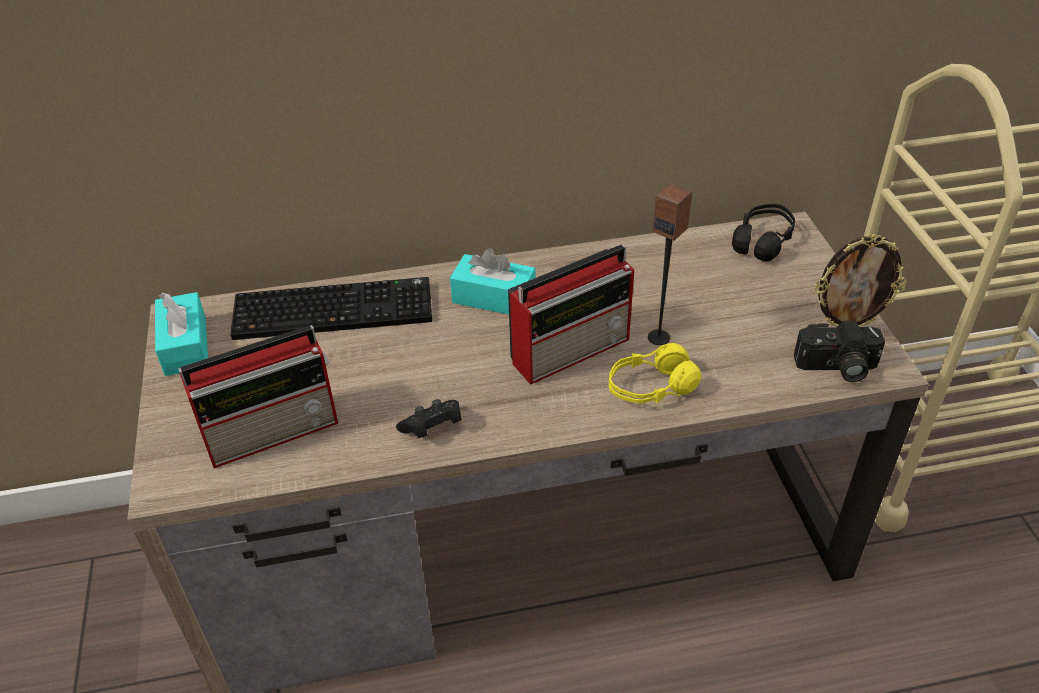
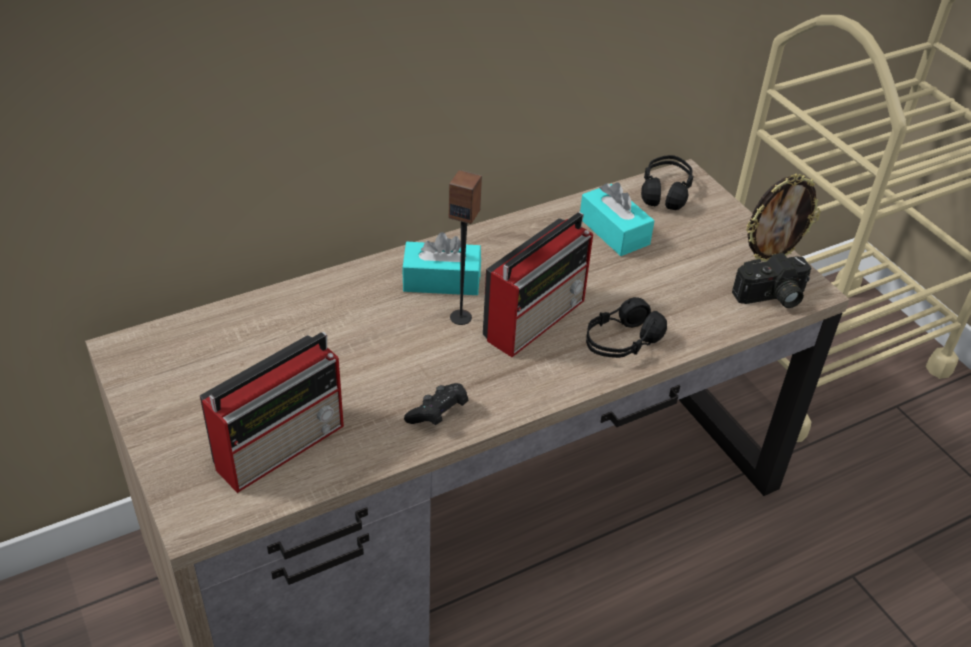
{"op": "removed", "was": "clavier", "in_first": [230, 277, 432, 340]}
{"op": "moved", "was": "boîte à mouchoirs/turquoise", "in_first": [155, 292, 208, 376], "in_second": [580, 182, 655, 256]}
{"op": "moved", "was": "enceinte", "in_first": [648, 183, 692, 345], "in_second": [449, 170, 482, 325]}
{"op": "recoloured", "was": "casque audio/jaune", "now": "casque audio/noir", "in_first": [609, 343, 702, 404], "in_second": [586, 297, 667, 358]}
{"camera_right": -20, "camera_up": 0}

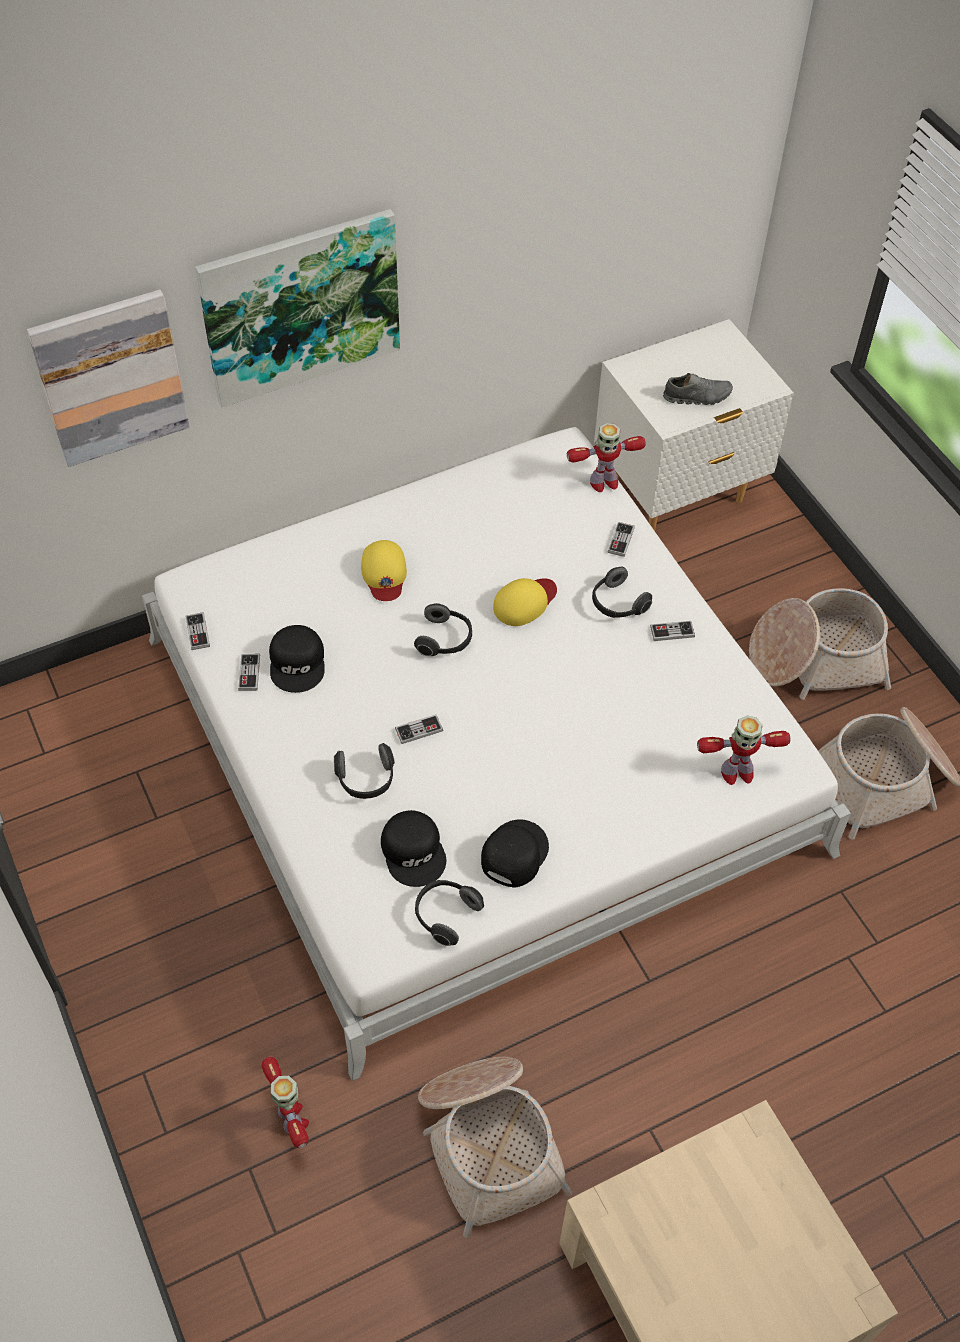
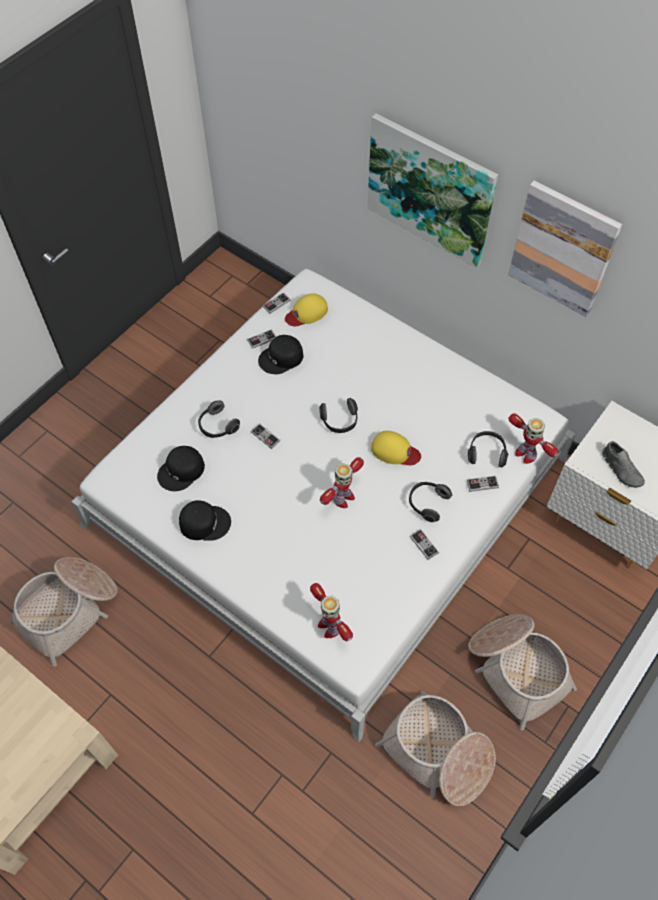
{"op": "moved", "was": "tableau", "in_first": [27, 290, 190, 467], "in_second": [508, 180, 622, 317]}
{"op": "moved", "was": "robot jouet", "in_first": [262, 1057, 309, 1148], "in_second": [320, 457, 364, 508]}
{"op": "moved", "was": "casquette/jaune", "in_first": [361, 540, 407, 601], "in_second": [285, 293, 328, 326]}
{"op": "moved", "was": "casque audio", "in_first": [415, 880, 484, 946], "in_second": [468, 431, 508, 468]}
{"camera_right": 65, "camera_up": 5}

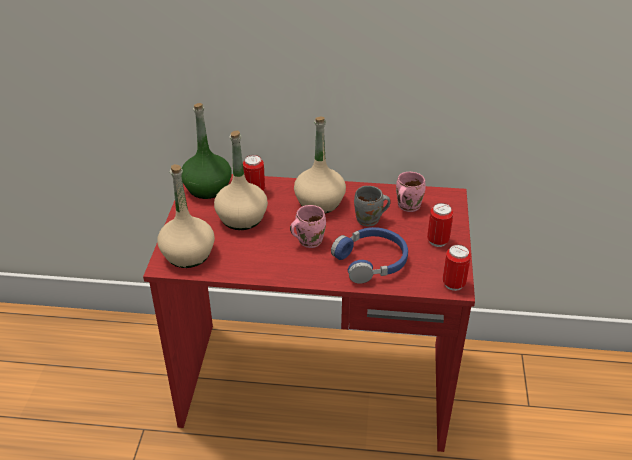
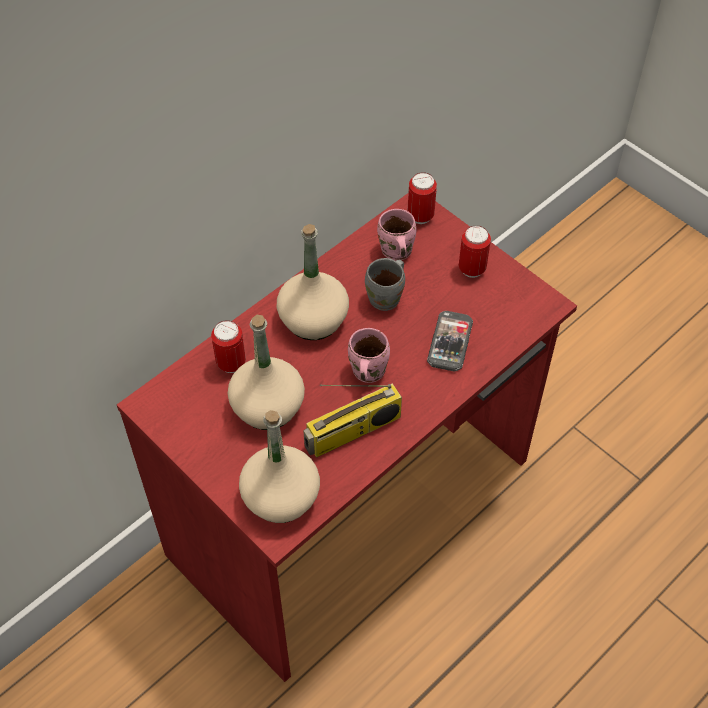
{"op": "removed", "was": "bouteille/vert", "in_first": [181, 103, 232, 199]}
{"op": "added", "now": "radio", "in_second": [304, 384, 402, 458]}
{"op": "moved", "was": "boîte métallique", "in_first": [442, 244, 471, 291], "in_second": [408, 172, 437, 224]}
{"op": "replaced", "was": "casque audio/bleu", "now": "téléphone", "in_first": [331, 227, 408, 284], "in_second": [427, 311, 473, 372]}
{"camera_right": -50, "camera_up": 15}

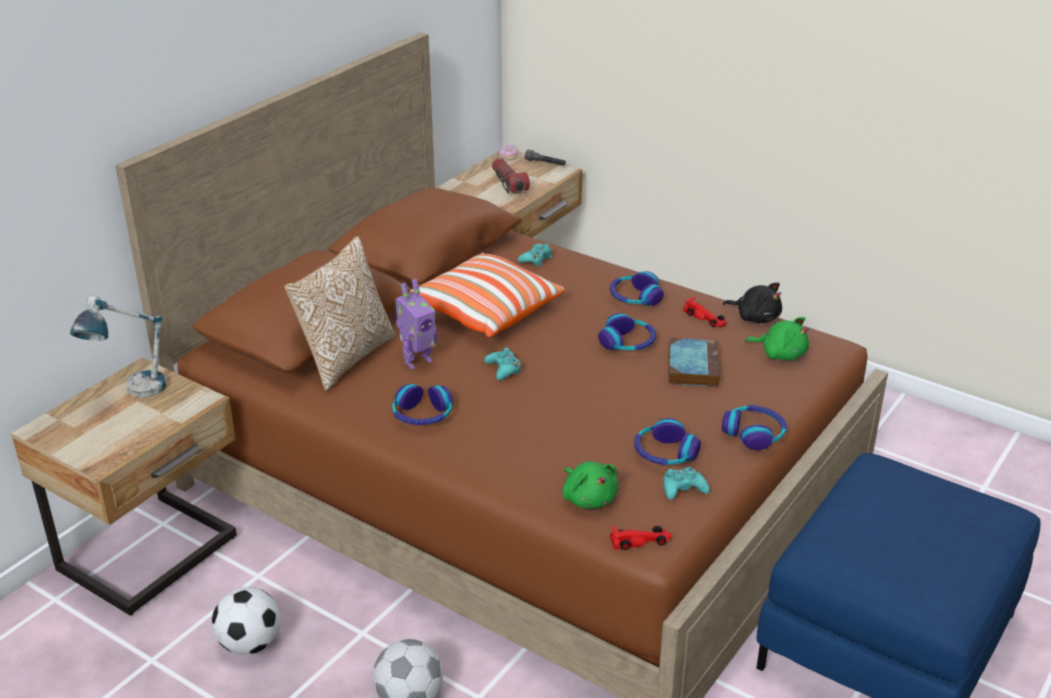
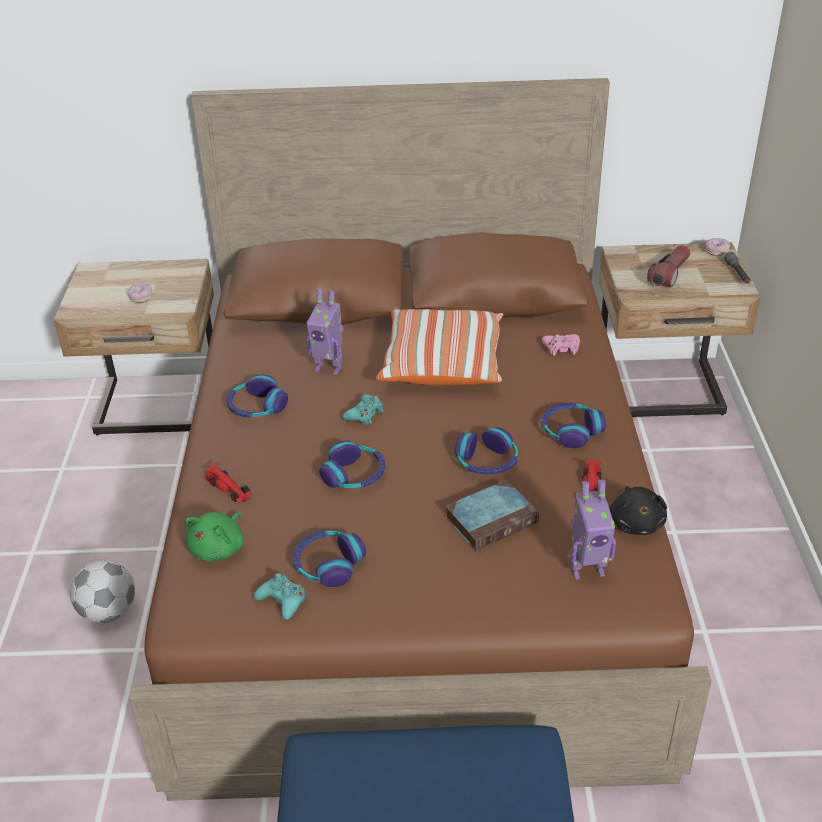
{"op": "removed", "was": "lampe de table", "in_first": [70, 296, 166, 398]}
{"op": "removed", "was": "ballon de foot", "in_first": [212, 587, 280, 655]}
{"op": "removed", "was": "coussin", "in_first": [285, 236, 396, 391]}
{"op": "added", "now": "beignet", "in_second": [128, 283, 153, 303]}
{"op": "moved", "was": "petite voiture/rouge", "in_first": [610, 526, 671, 550], "in_second": [205, 462, 252, 502]}
{"op": "moved", "was": "casque audio", "in_first": [722, 405, 787, 450], "in_second": [319, 440, 385, 488]}
{"op": "replaced", "was": "peluche/vert", "now": "robot jouet", "in_first": [745, 317, 809, 360], "in_second": [570, 480, 616, 580]}
{"op": "recoloured", "was": "manette/turquoise", "now": "manette/rose", "in_first": [518, 244, 552, 266], "in_second": [542, 334, 580, 356]}
{"camera_right": 55, "camera_up": 5}

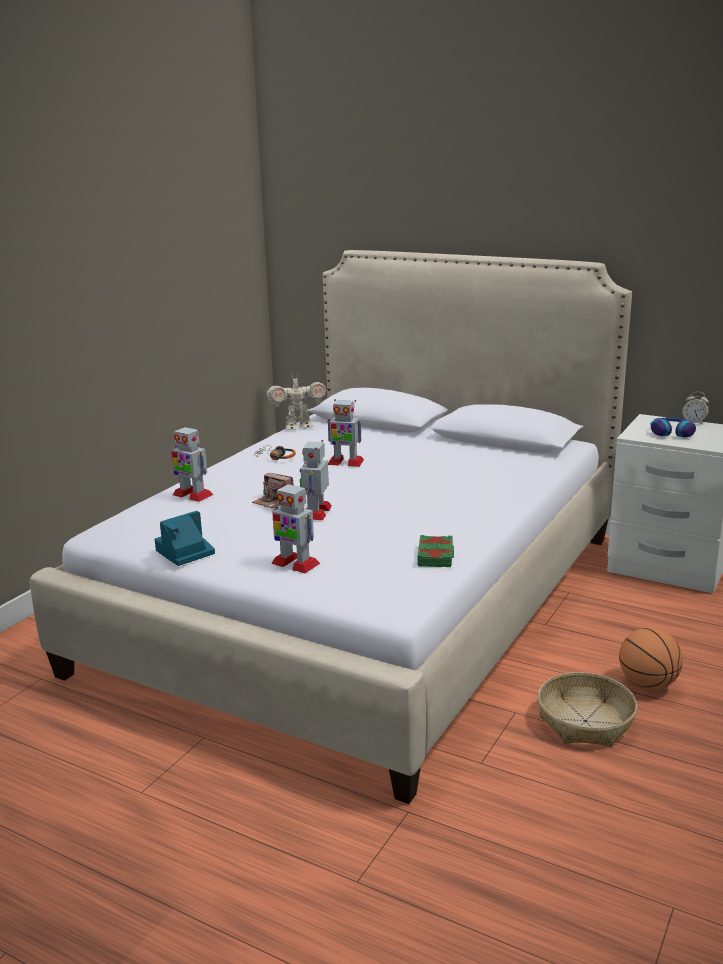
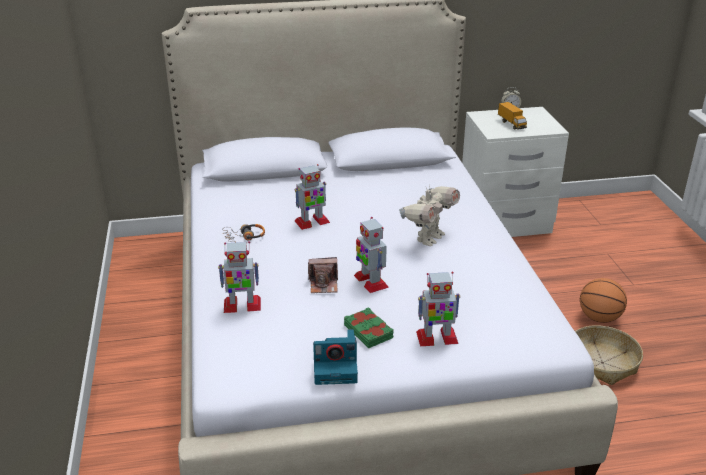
{"op": "moved", "was": "robot jouet", "in_first": [266, 376, 326, 430], "in_second": [399, 185, 460, 246]}
{"op": "moved", "was": "livre/vert", "in_first": [417, 535, 454, 567], "in_second": [344, 307, 394, 348]}
{"op": "replaced", "was": "casque audio", "now": "camion jouet", "in_first": [650, 418, 696, 438], "in_second": [498, 102, 527, 130]}
{"op": "turned", "was": "appareil photo", "in_first": [154, 511, 215, 566], "in_second": [313, 329, 358, 385], "clockwise": -105}
{"camera_right": -40, "camera_up": 10}

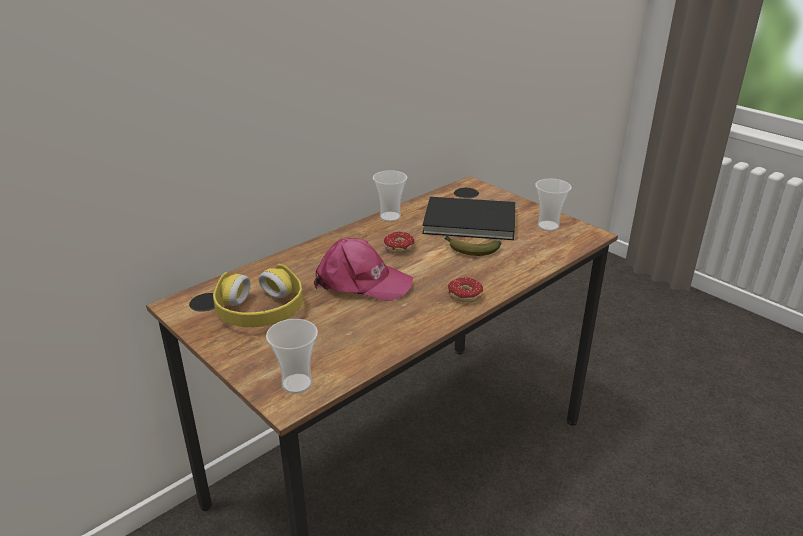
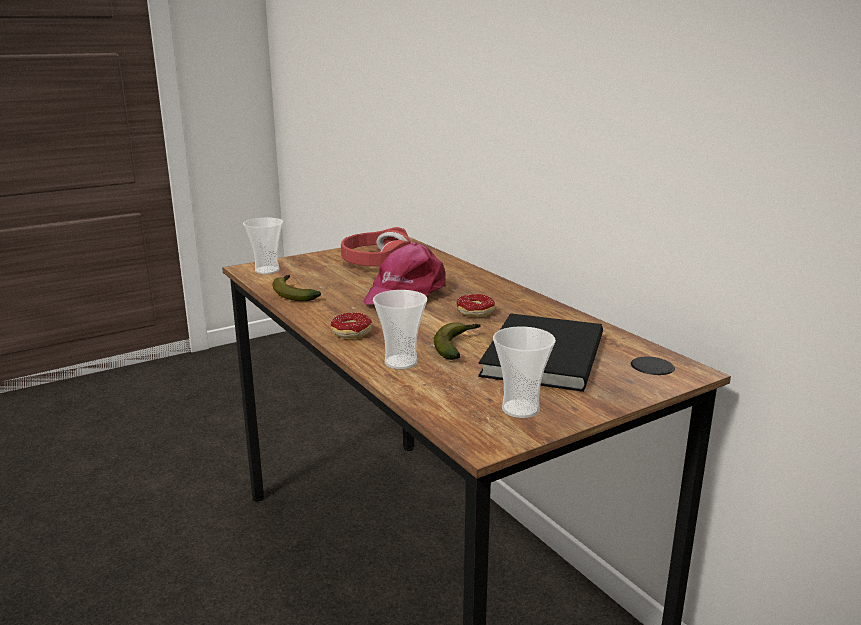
{"op": "added", "now": "banane", "in_second": [272, 275, 321, 301]}
{"op": "moved", "was": "tasse", "in_first": [373, 170, 407, 222], "in_second": [373, 290, 427, 369]}
{"op": "recoloured", "was": "casque audio/jaune", "now": "casque audio/rouge", "in_first": [213, 264, 303, 327], "in_second": [341, 227, 411, 266]}
{"camera_right": 100, "camera_up": -10}

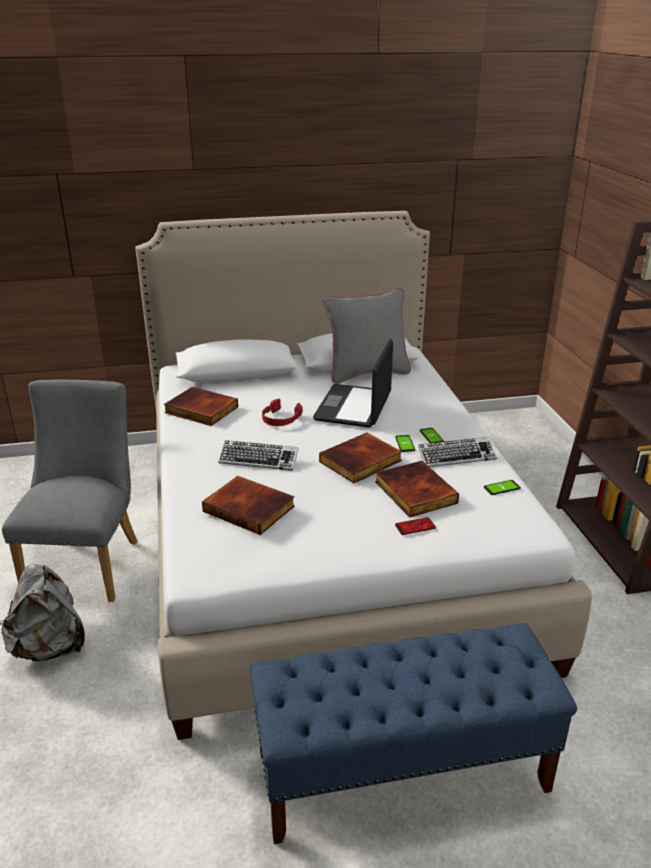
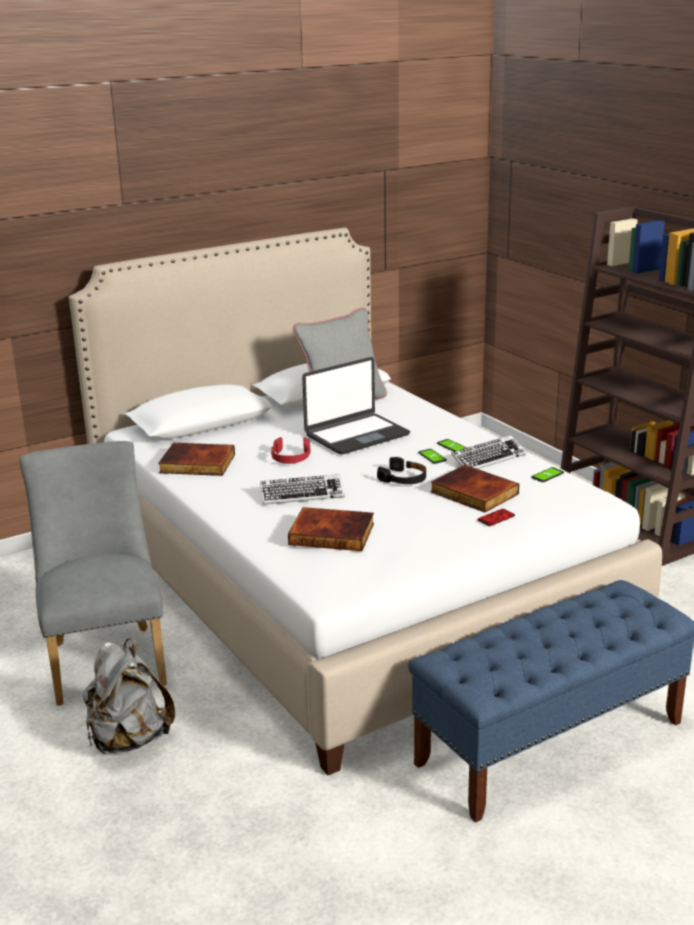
{"op": "replaced", "was": "livre", "now": "casque audio/noir", "in_first": [319, 433, 402, 483], "in_second": [377, 457, 426, 484]}
{"op": "turned", "was": "ordinateur portable", "in_first": [313, 339, 393, 427], "in_second": [302, 357, 410, 454], "clockwise": -120}
{"camera_right": -20, "camera_up": -5}

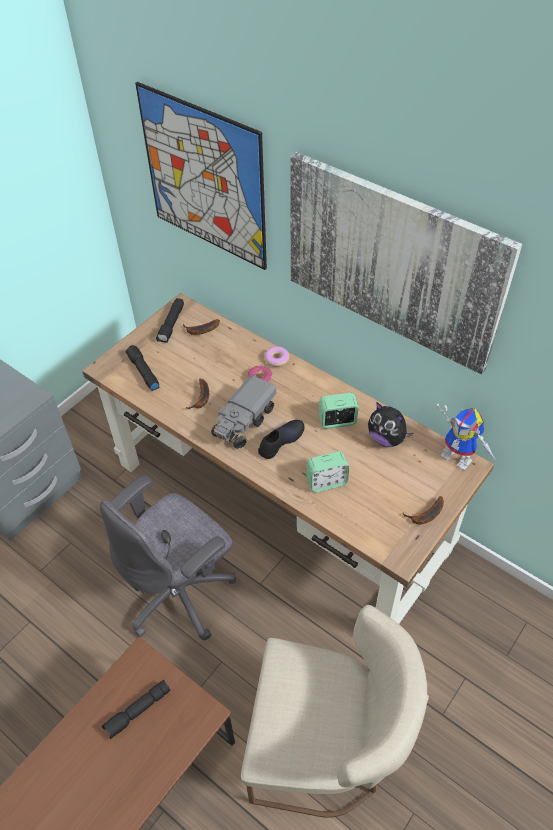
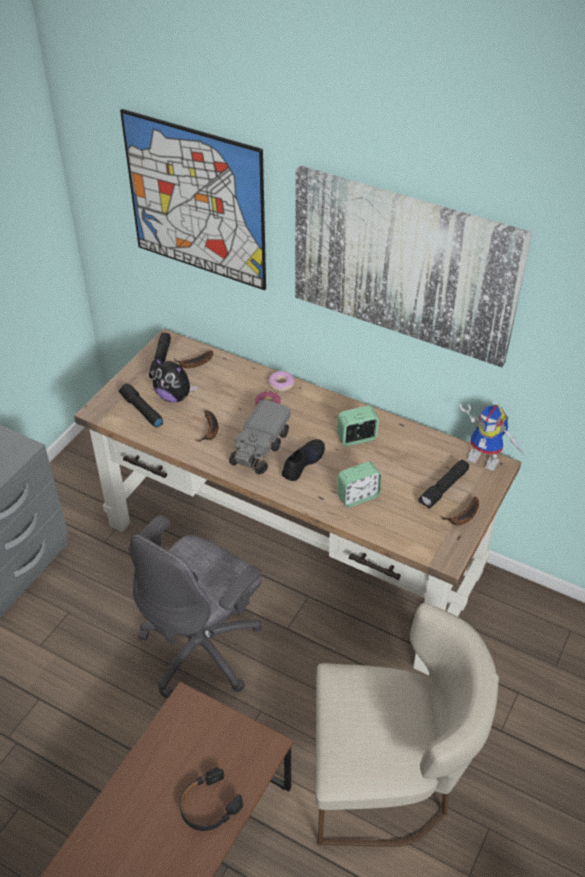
{"op": "added", "now": "casque audio/noir", "in_second": [180, 768, 243, 831]}
{"op": "moved", "was": "lampe de poche/noir", "in_first": [102, 680, 170, 739], "in_second": [419, 460, 469, 509]}
{"op": "moved", "was": "peluche", "in_first": [368, 402, 413, 447], "in_second": [153, 358, 197, 403]}
{"camera_right": -10, "camera_up": -5}

